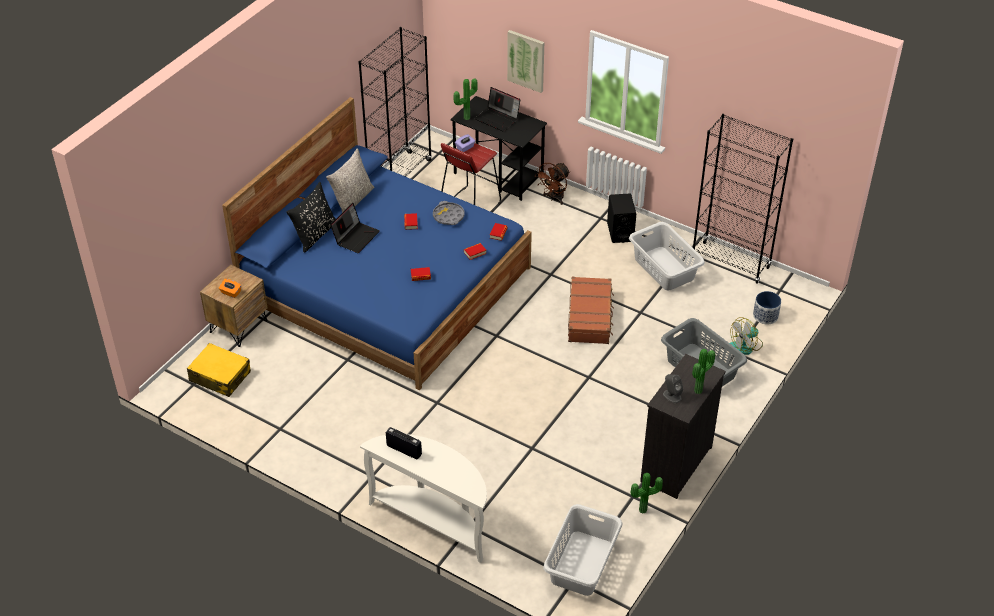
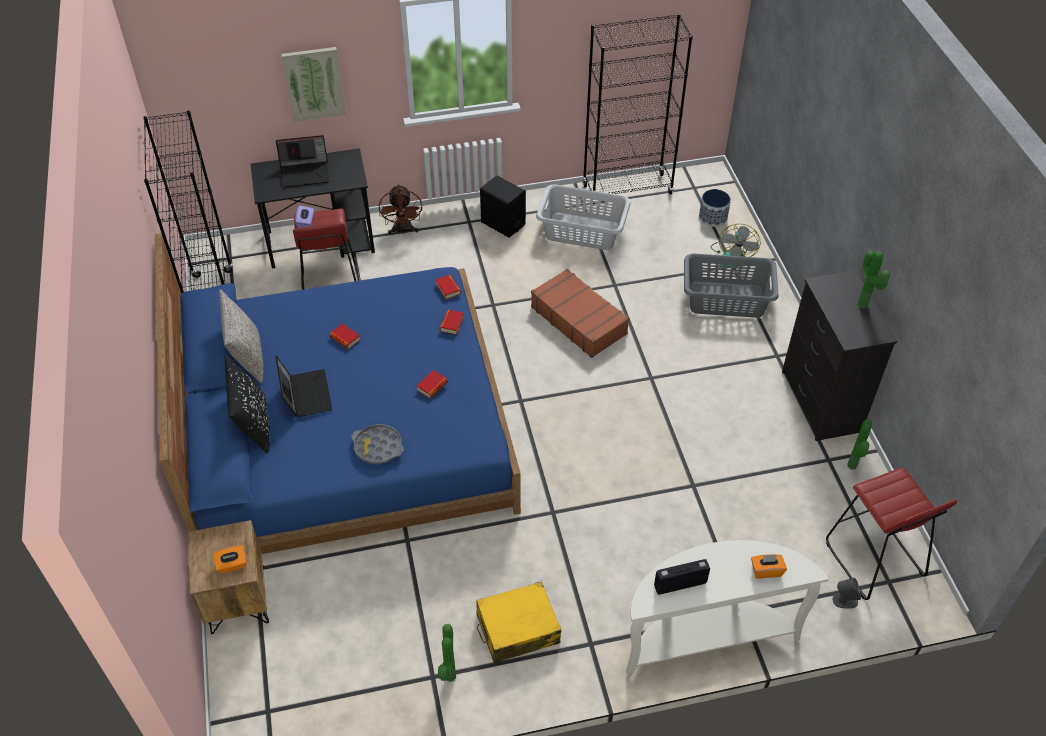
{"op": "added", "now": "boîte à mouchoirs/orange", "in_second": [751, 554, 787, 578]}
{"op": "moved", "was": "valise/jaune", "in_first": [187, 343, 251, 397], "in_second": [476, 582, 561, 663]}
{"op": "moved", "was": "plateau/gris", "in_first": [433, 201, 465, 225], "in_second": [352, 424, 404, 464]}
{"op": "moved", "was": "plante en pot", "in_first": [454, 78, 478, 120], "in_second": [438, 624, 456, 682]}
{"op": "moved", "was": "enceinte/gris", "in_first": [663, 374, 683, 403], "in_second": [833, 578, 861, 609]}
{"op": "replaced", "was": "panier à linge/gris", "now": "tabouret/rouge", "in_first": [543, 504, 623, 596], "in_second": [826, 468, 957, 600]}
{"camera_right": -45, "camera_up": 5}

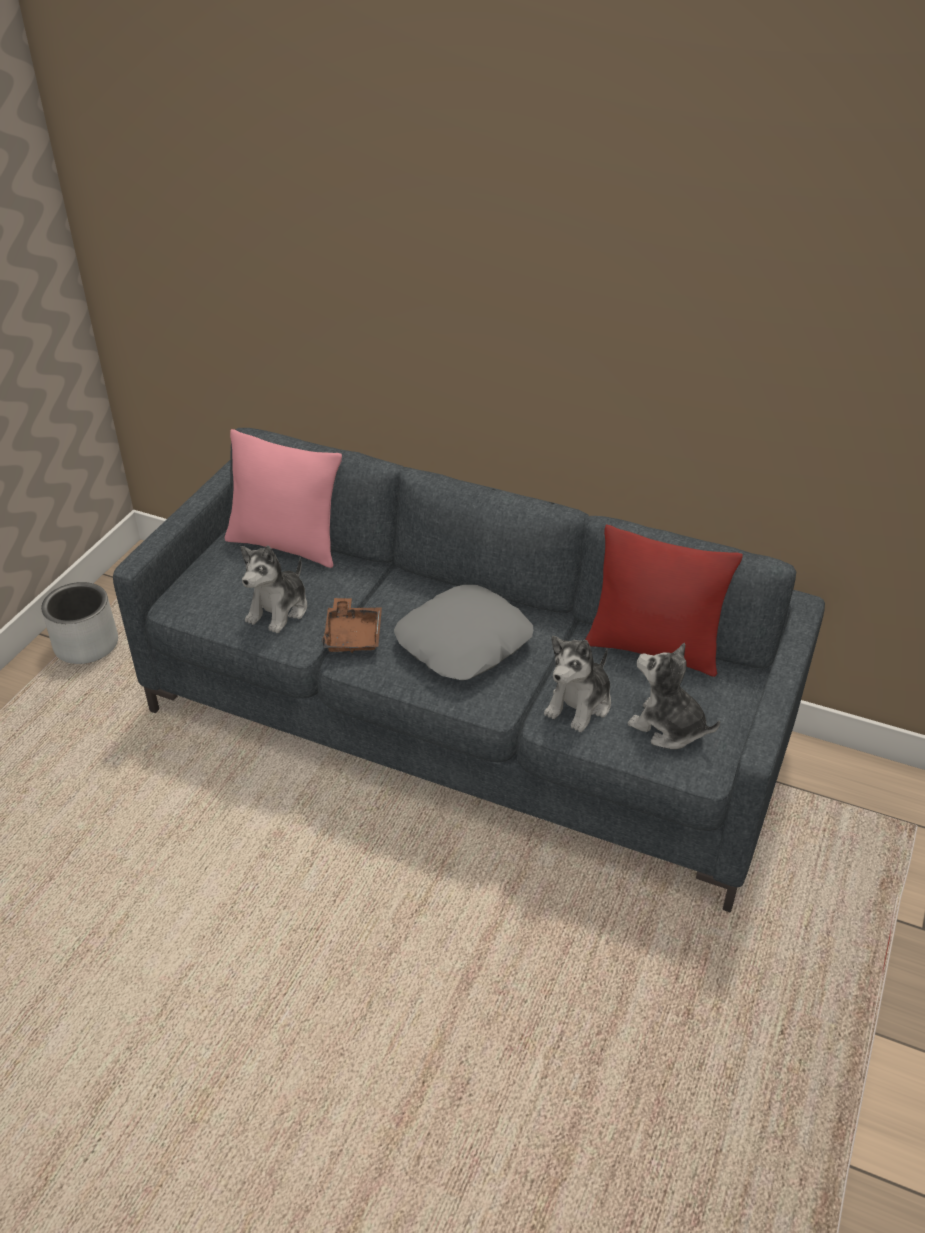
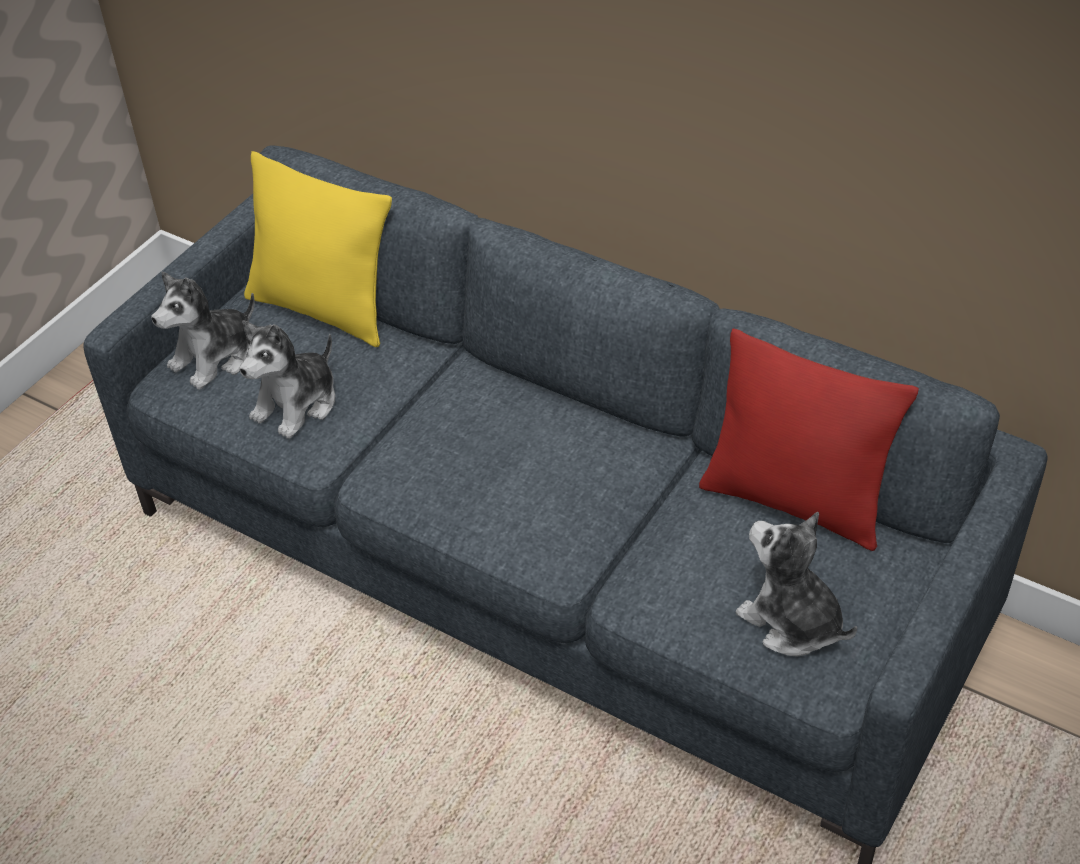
{"op": "removed", "was": "cache-pot/gris", "in_first": [41, 582, 118, 664]}
{"op": "removed", "was": "plateau/marron", "in_first": [322, 598, 382, 653]}
{"op": "removed", "was": "coussin/gris", "in_first": [394, 585, 533, 680]}
{"op": "moved", "was": "peluche", "in_first": [544, 636, 611, 732], "in_second": [151, 272, 255, 390]}
{"op": "recoloured", "was": "coussin/rose", "now": "coussin/jaune", "in_first": [224, 429, 342, 568], "in_second": [244, 151, 392, 347]}
{"camera_right": 10, "camera_up": 5}

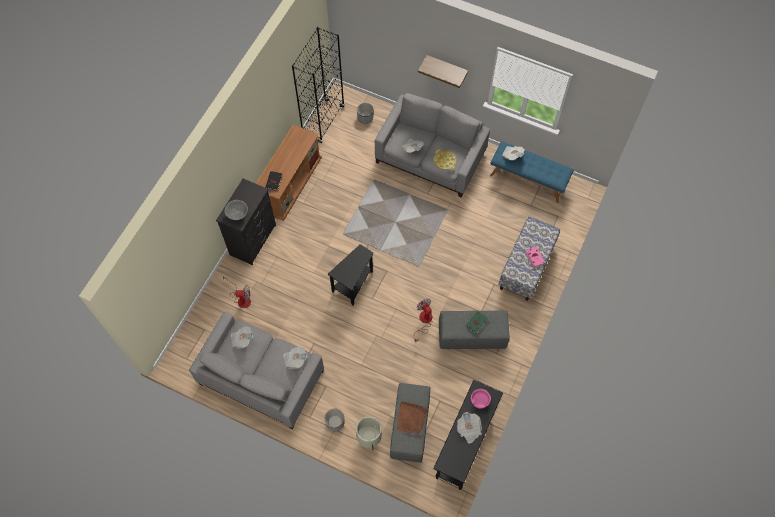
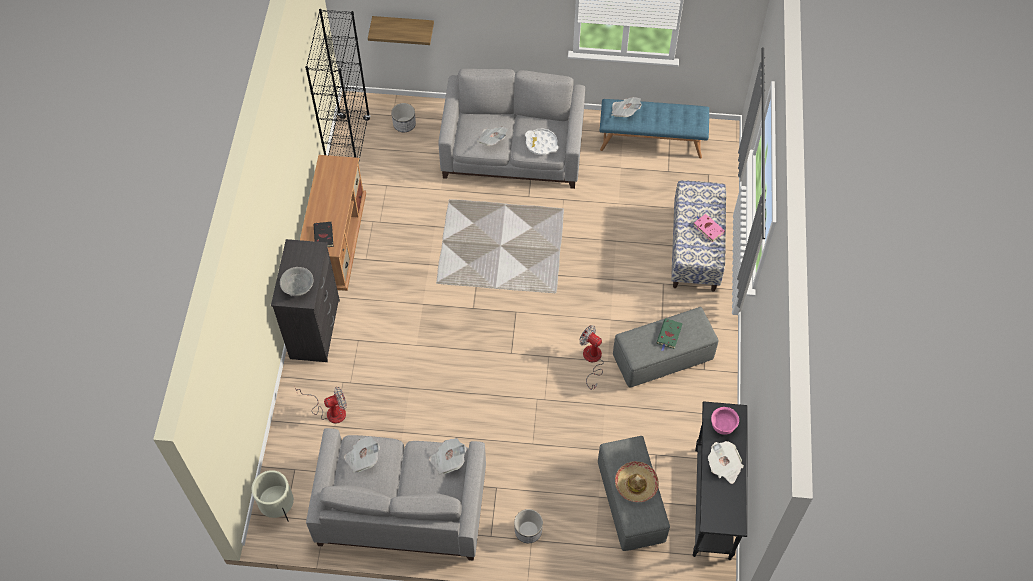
{"op": "removed", "was": "table d'appoint/noir", "in_first": [328, 244, 374, 306]}
{"op": "moved", "was": "cache-pot/beige", "in_first": [356, 416, 382, 449], "in_second": [252, 470, 294, 522]}
{"op": "moved", "was": "étagère", "in_first": [418, 55, 468, 88], "in_second": [368, 16, 434, 45]}
{"op": "replaced", "was": "plateau/marron", "now": "chapeau", "in_first": [397, 402, 427, 435], "in_second": [615, 461, 659, 502]}
{"op": "recoloured", "was": "plateau/jaune", "now": "plateau/blanc", "in_first": [434, 149, 456, 170], "in_second": [525, 129, 558, 155]}
{"camera_right": -20, "camera_up": -5}

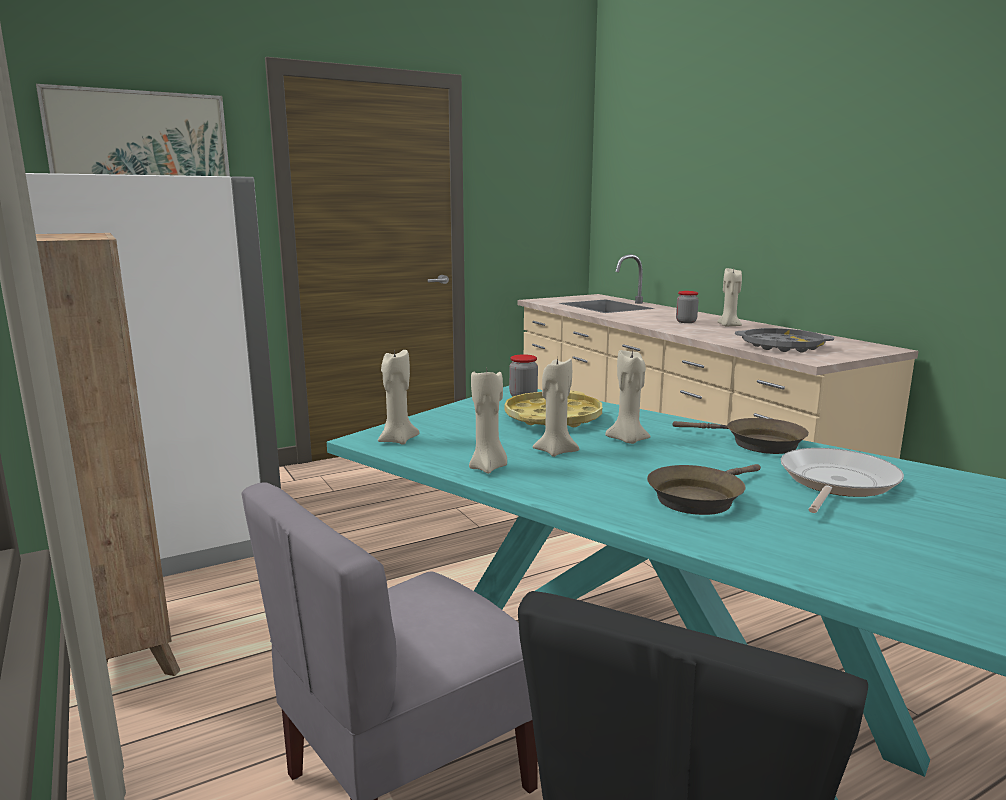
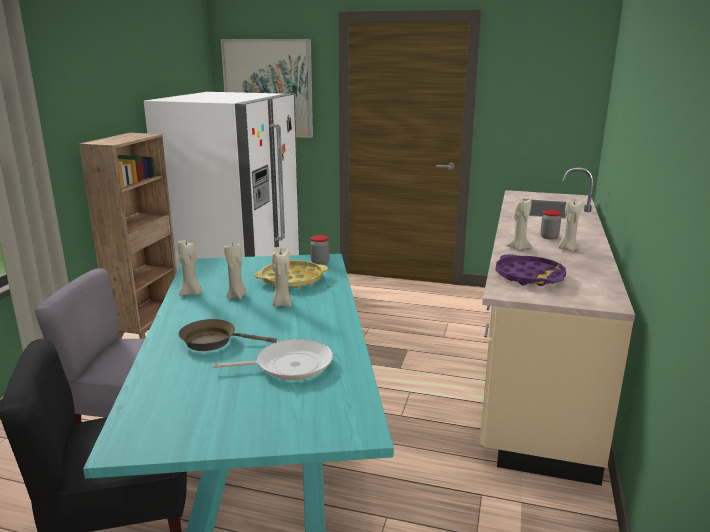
{"op": "removed", "was": "poêle/marron", "in_first": [673, 418, 809, 454]}
{"op": "moved", "was": "bougie/beige", "in_first": [378, 350, 420, 445], "in_second": [506, 199, 532, 251]}
{"op": "recoloured", "was": "plateau/gris", "now": "plateau/violet", "in_first": [735, 328, 834, 352], "in_second": [496, 254, 566, 286]}
{"camera_right": 45, "camera_up": 5}

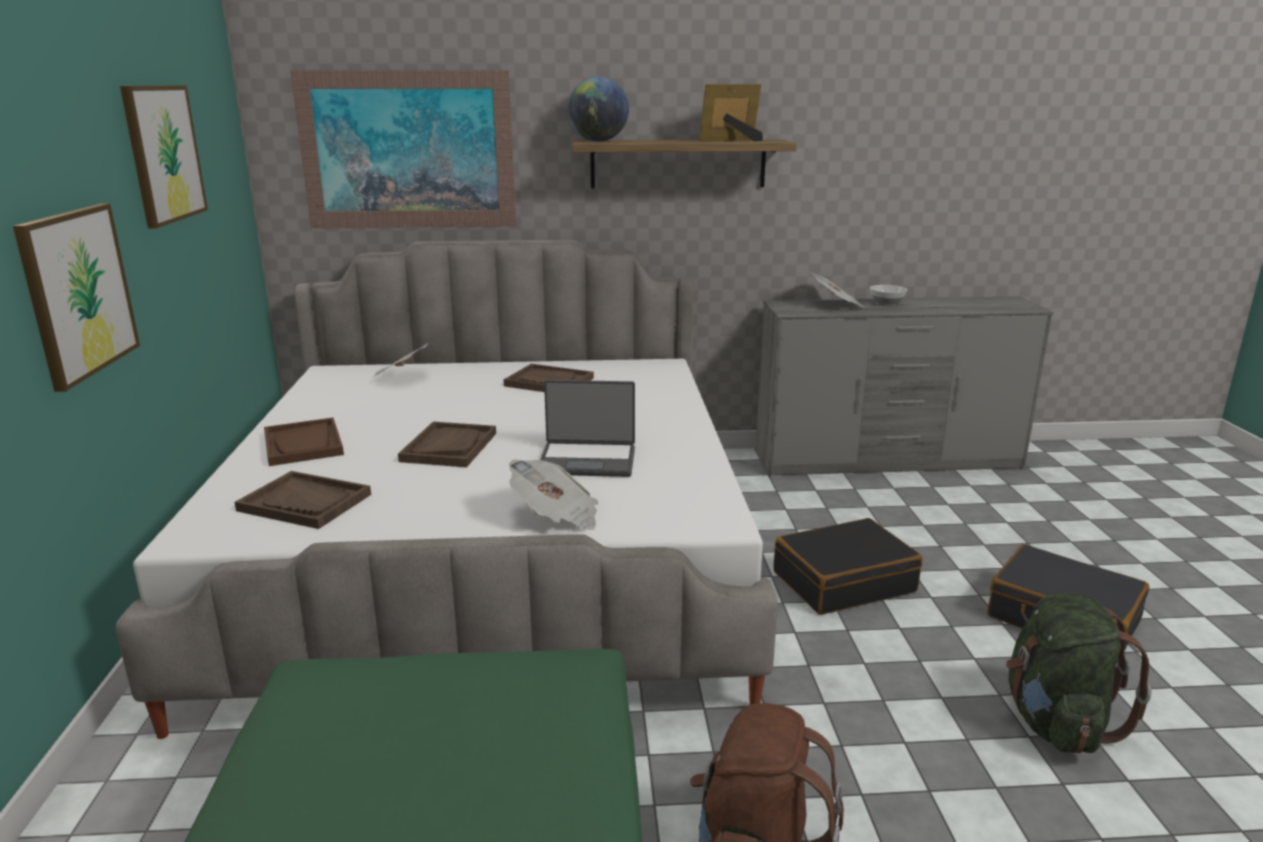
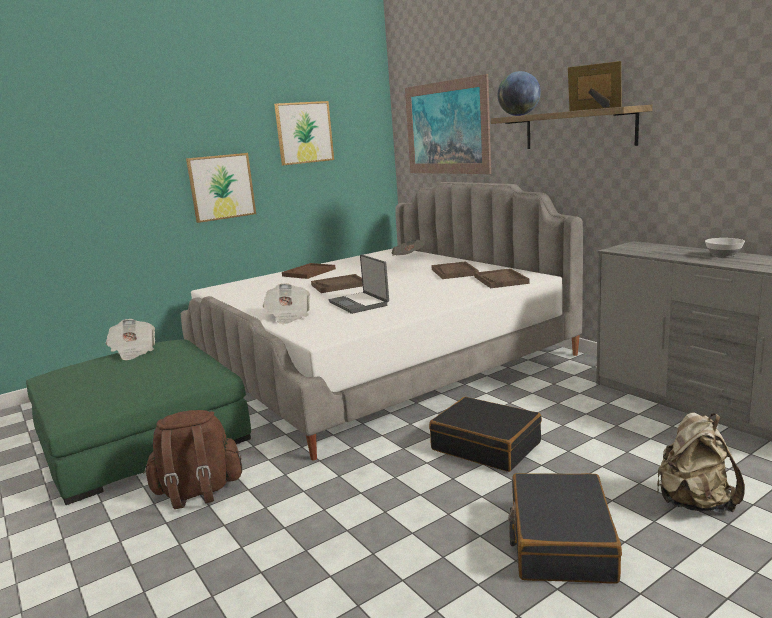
{"op": "removed", "was": "sac à dos/vert", "in_first": [1006, 593, 1151, 754]}
{"op": "added", "now": "sac à dos/beige", "in_second": [657, 413, 745, 512]}
{"op": "moved", "was": "plateau/marron", "in_first": [235, 471, 371, 529], "in_second": [474, 268, 530, 288]}
{"op": "moved", "was": "journal", "in_first": [807, 271, 865, 308], "in_second": [105, 319, 155, 360]}
{"camera_right": 60, "camera_up": -5}

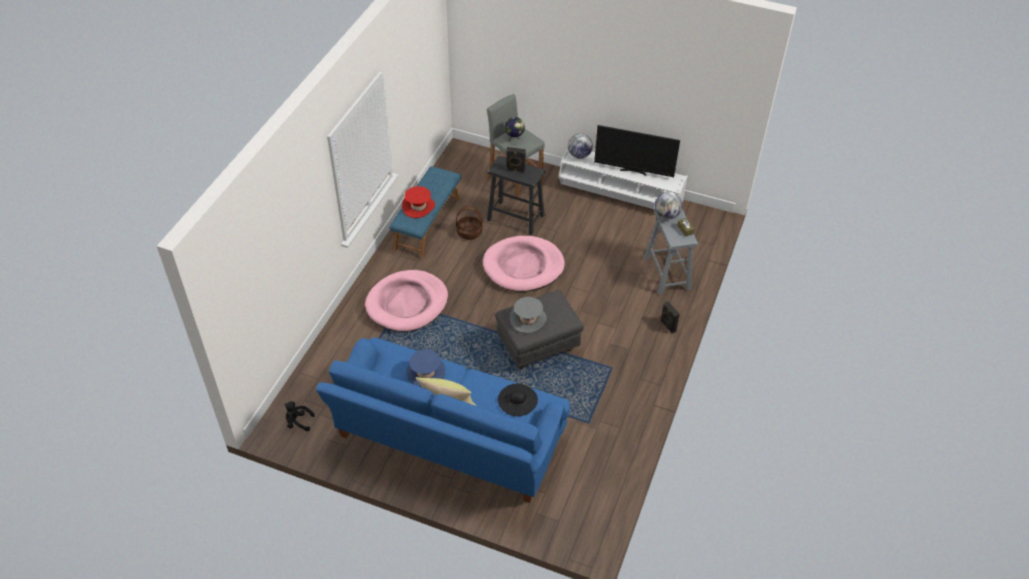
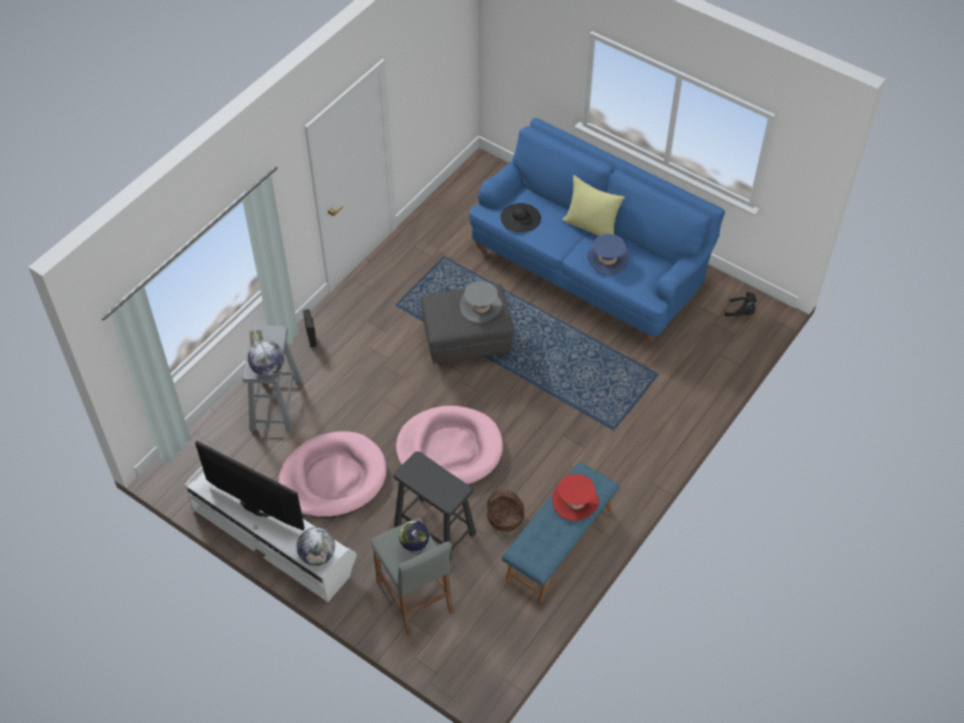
{"op": "removed", "was": "enceinte/noir", "in_first": [506, 147, 526, 173]}
{"op": "moved", "was": "panier pour chien/rose", "in_first": [365, 270, 448, 332], "in_second": [279, 431, 387, 518]}
{"camera_right": -165, "camera_up": 5}

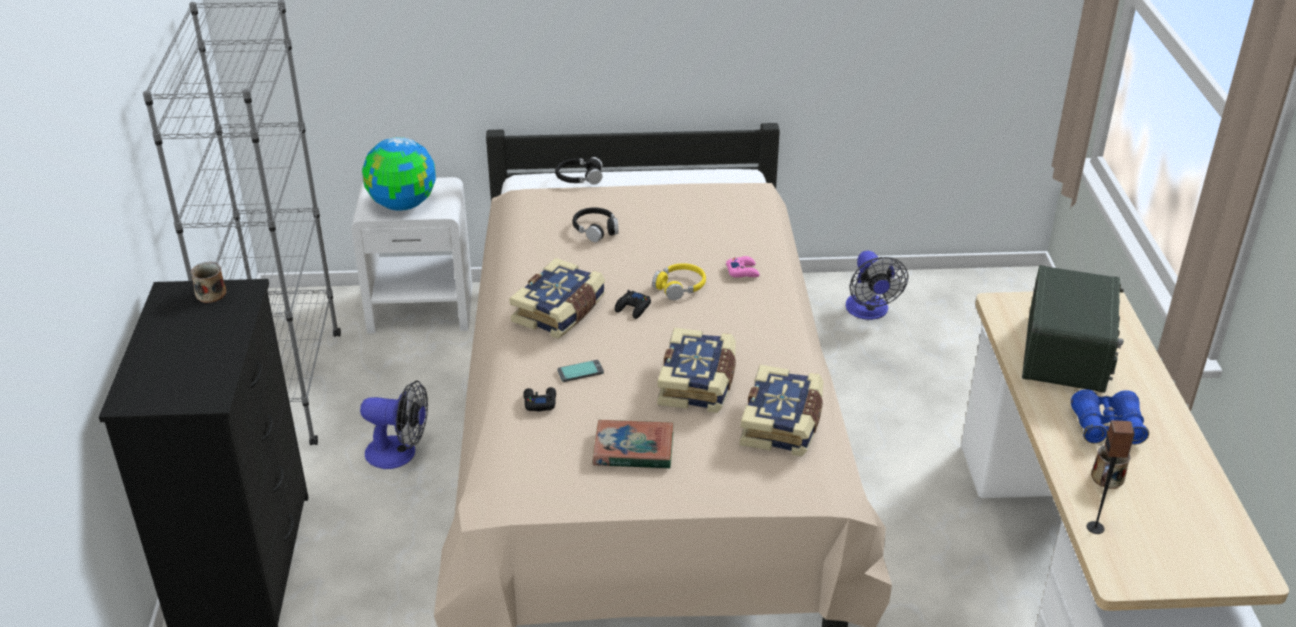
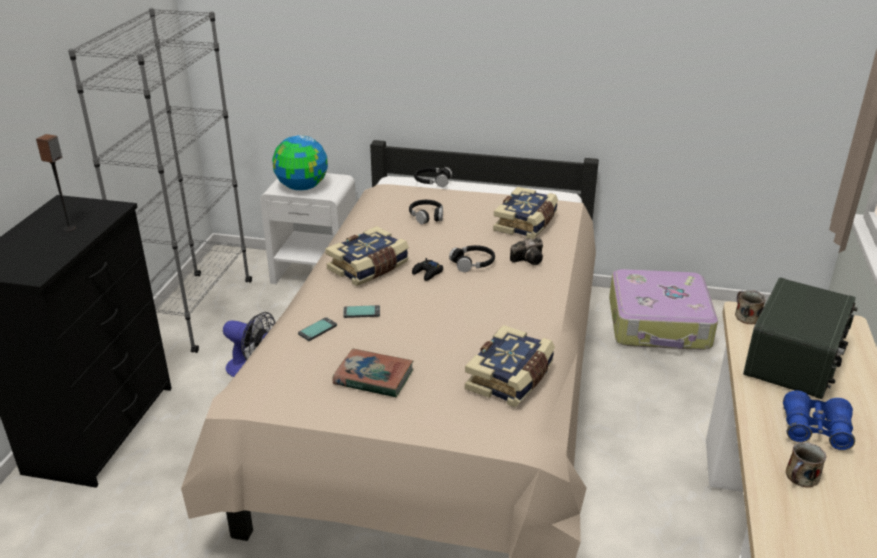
{"op": "moved", "was": "mug", "in_first": [191, 262, 226, 303], "in_second": [735, 290, 766, 324]}
{"op": "moved", "was": "livre", "in_first": [657, 328, 736, 413], "in_second": [493, 187, 558, 240]}
{"op": "moved", "was": "enceinte", "in_first": [1087, 420, 1135, 534], "in_second": [36, 134, 76, 232]}
{"op": "replaced", "was": "manette/noir", "now": "téléphone", "in_first": [524, 387, 556, 411], "in_second": [298, 317, 337, 341]}
{"op": "replaced", "was": "manette/rose", "now": "appareil photo", "in_first": [726, 256, 759, 278], "in_second": [510, 237, 543, 265]}
{"op": "replaced", "was": "ventilateur", "now": "valise", "in_first": [845, 251, 908, 320], "in_second": [609, 269, 718, 350]}
{"op": "recoloured", "was": "casque audio/jaune", "now": "casque audio/noir", "in_first": [652, 263, 706, 300], "in_second": [449, 245, 495, 272]}
{"camera_right": 15, "camera_up": -5}

